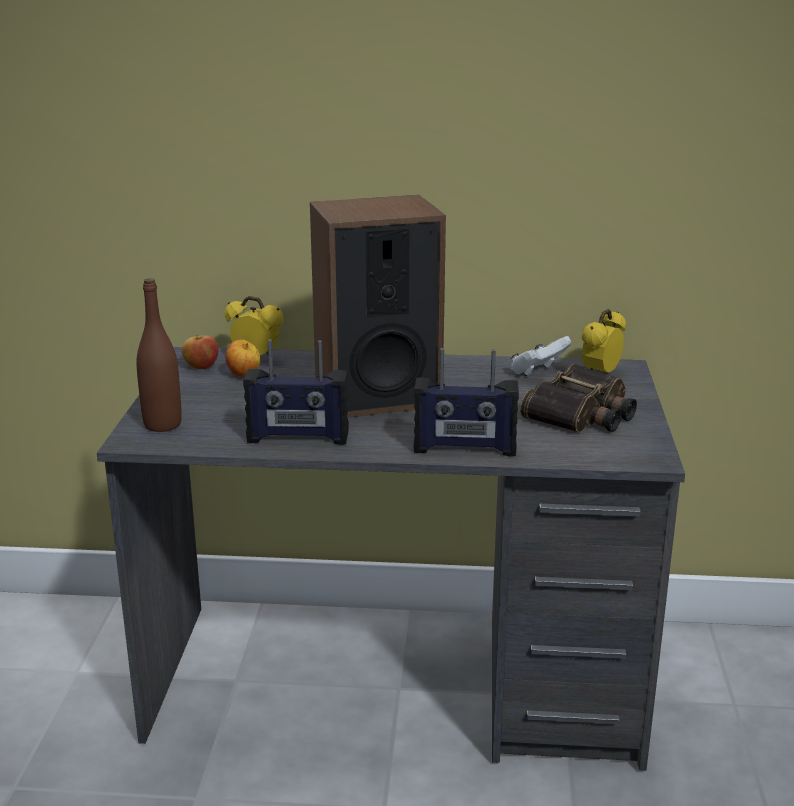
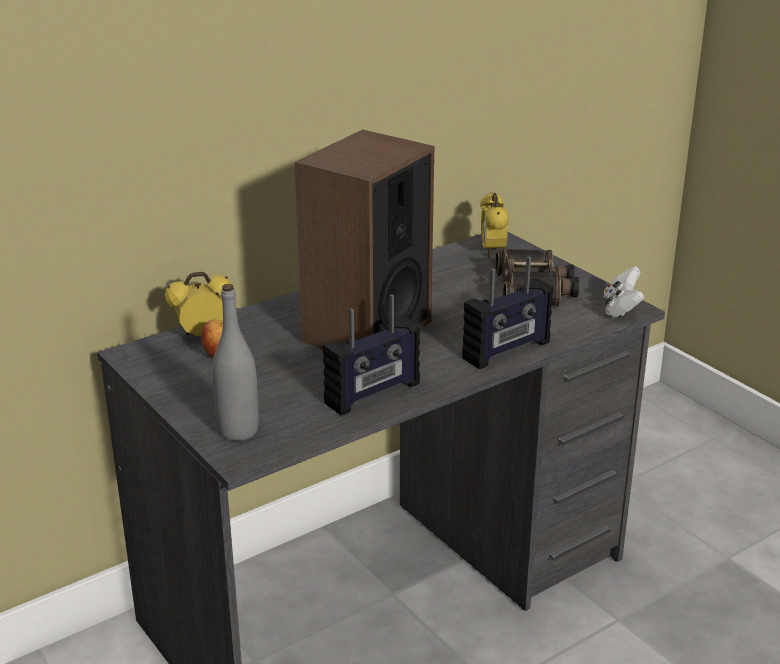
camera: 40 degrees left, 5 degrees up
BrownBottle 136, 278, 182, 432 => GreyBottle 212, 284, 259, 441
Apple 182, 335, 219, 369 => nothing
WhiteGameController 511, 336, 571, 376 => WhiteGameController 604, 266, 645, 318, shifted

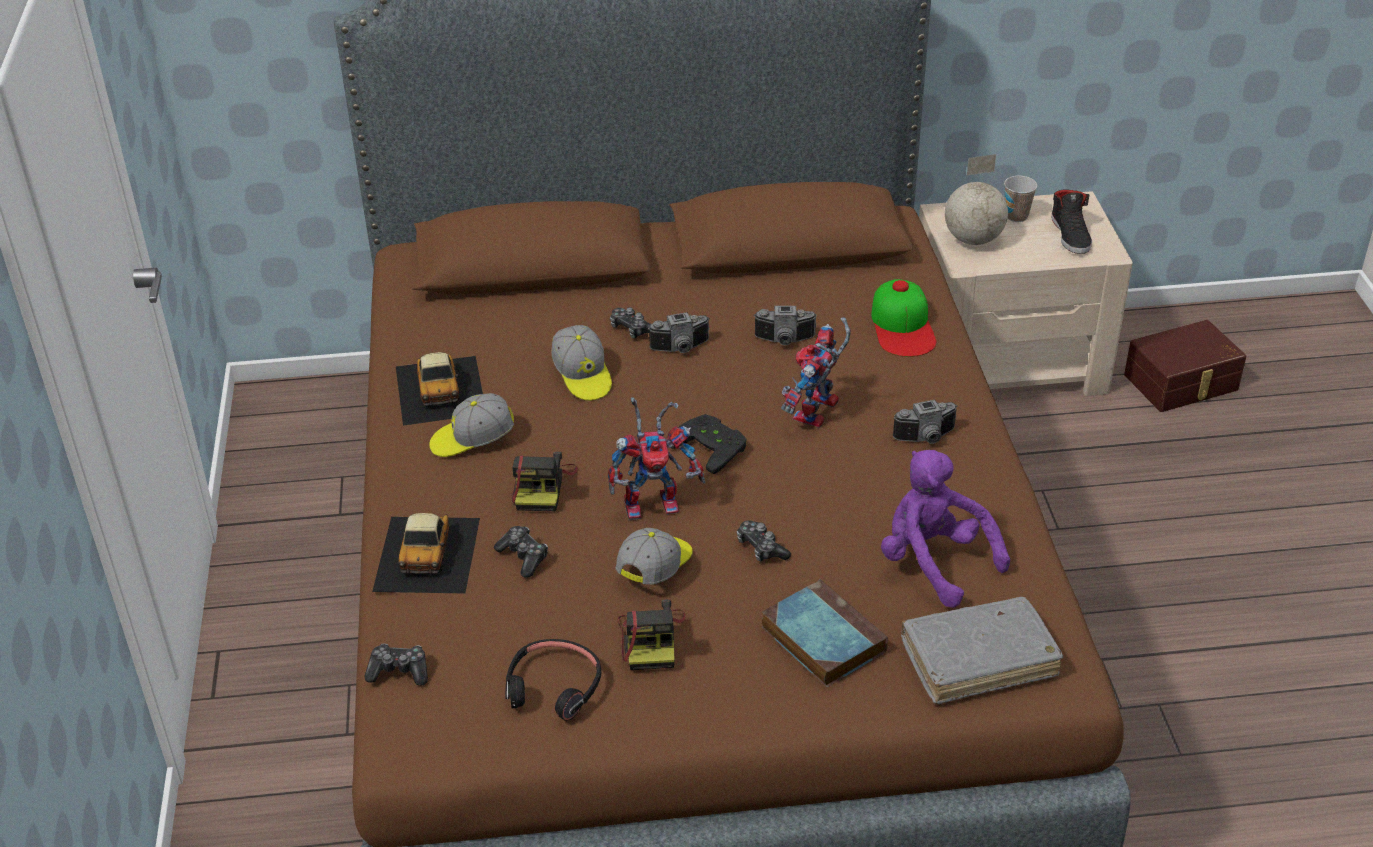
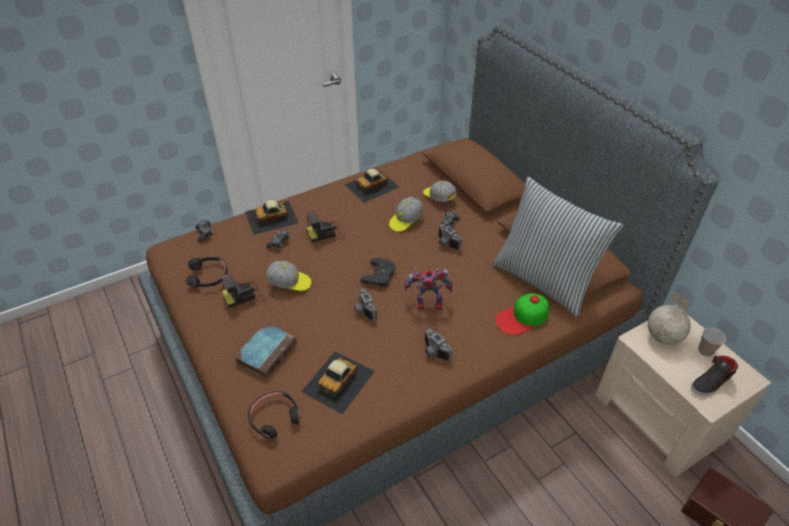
camera: 65 degrees right, 5 degrees up
Cap 430, 393, 514, 457 => Cap 423, 181, 457, 202, shifted
ToyRobot 608, 397, 705, 520 => nothing
GameController 736, 520, 791, 561 => nothing
PhotoCamera 754, 306, 817, 345 => PhotoCamera 354, 288, 377, 321, shifted
PurplePlushToy 881, 450, 1010, 608 => ToyCar 301, 351, 375, 414
GreyBook 901, 597, 1063, 704 => BlackHeadphones 248, 391, 301, 440
nothing => Pillow 493, 177, 623, 317

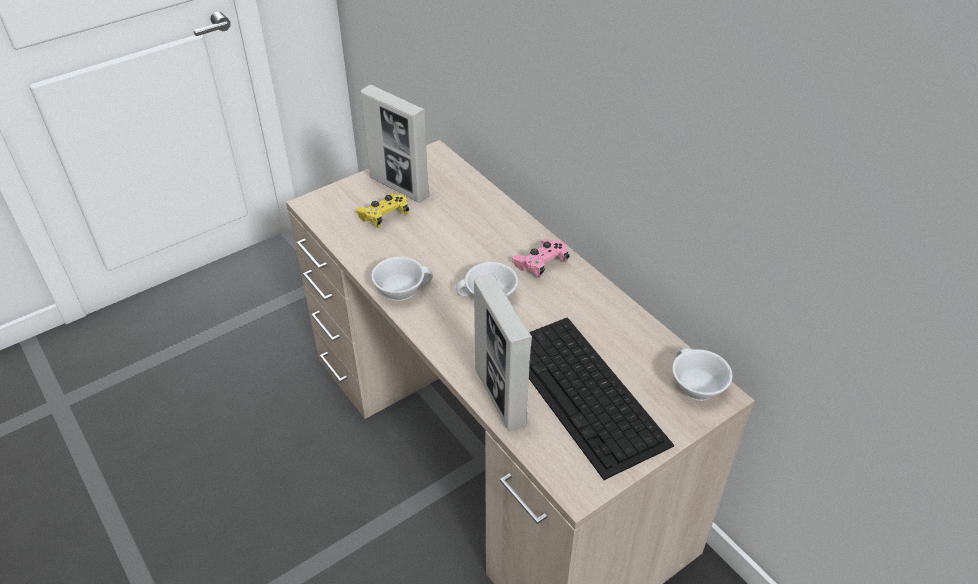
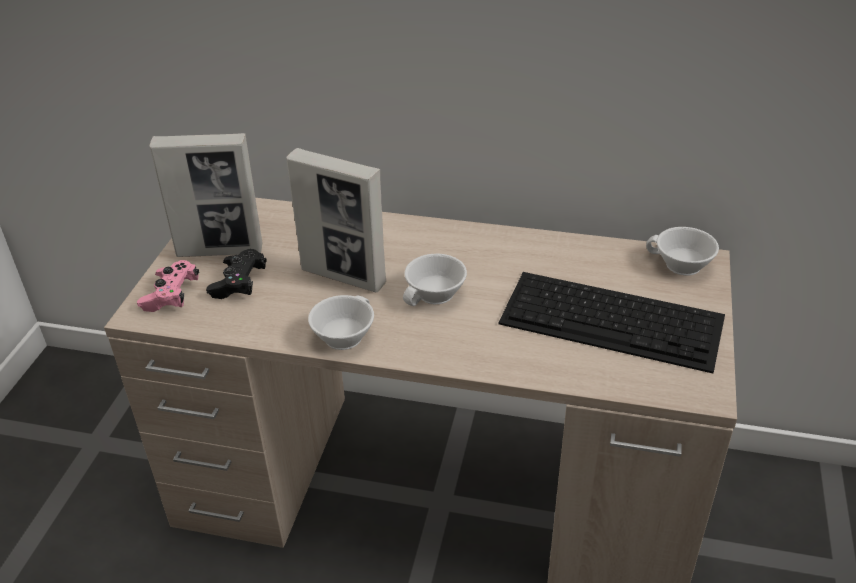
camera: 40 degrees left, 5 degrees down
YellowGameController 356, 193, 409, 228 => BlackGameController 206, 249, 266, 299
PictureFrame 474, 274, 532, 431 => PictureFrame 286, 148, 386, 293, shifted
PinkGameController 512, 239, 570, 278 => PinkGameController 137, 260, 199, 312, shifted

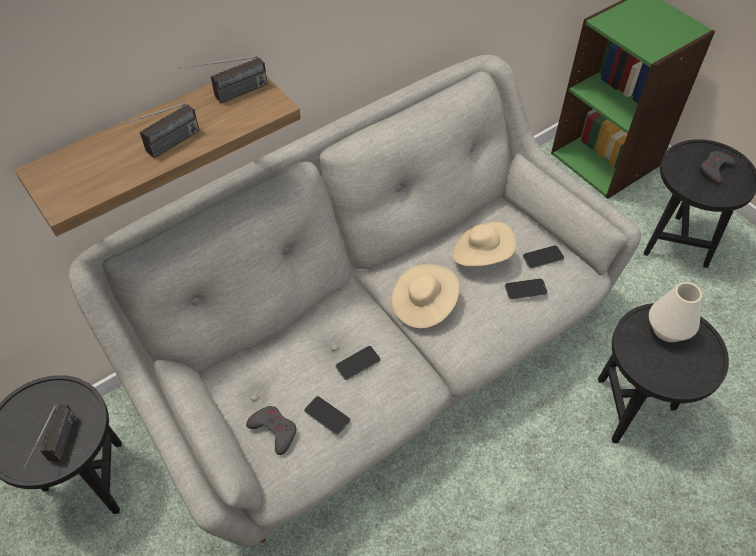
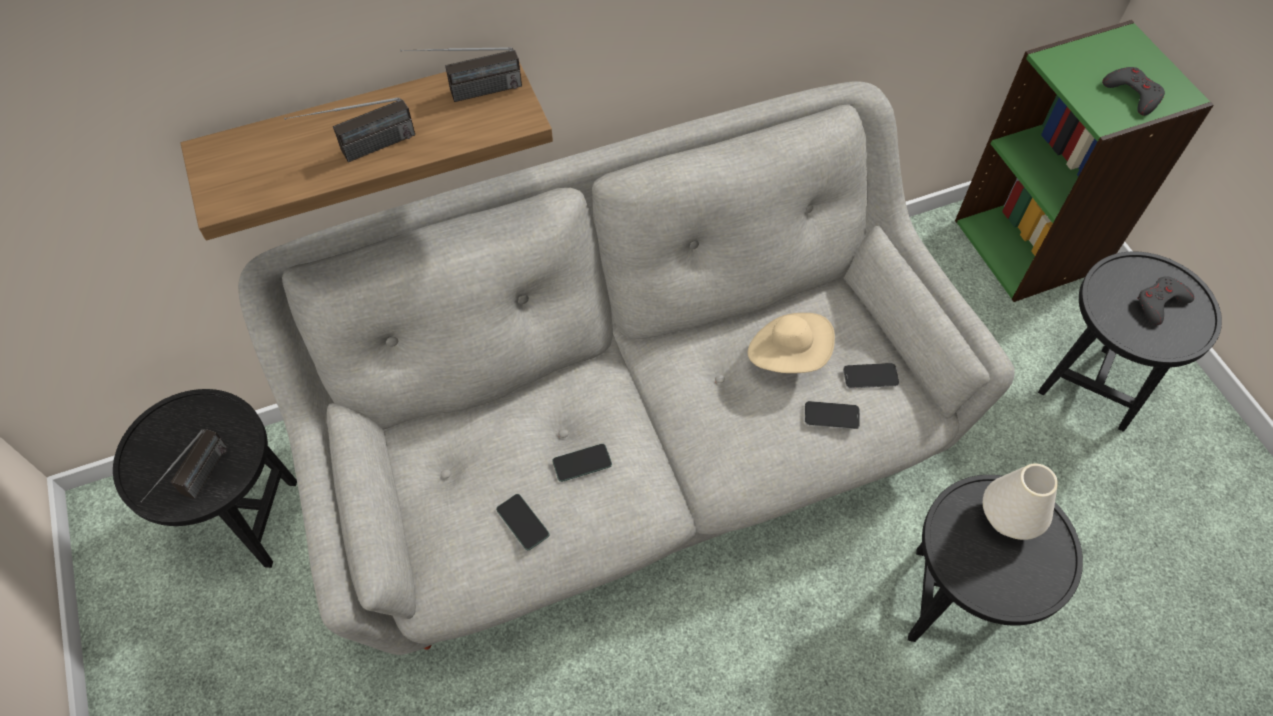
camera: 15 degrees right, 5 degrees up
GreyGameController 246, 406, 296, 455 => GreyGameController 1102, 67, 1165, 116, shifted
BeigeHat 391, 264, 460, 328 => nothing

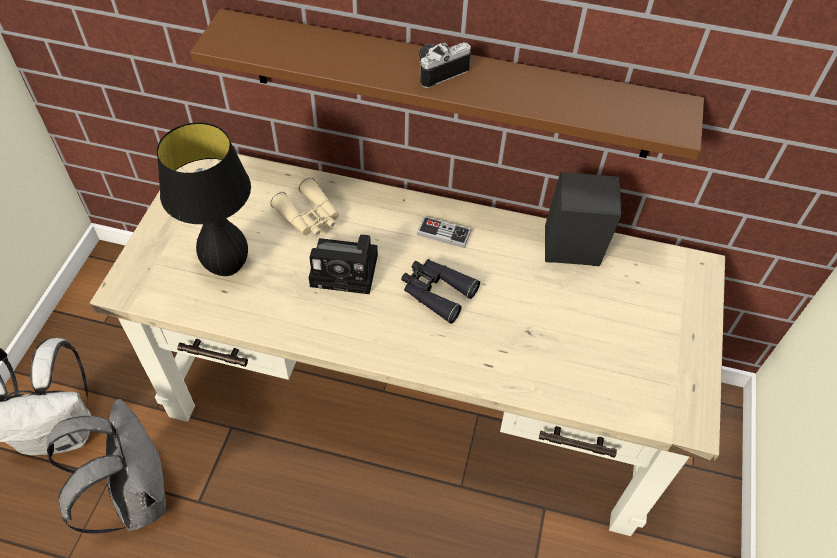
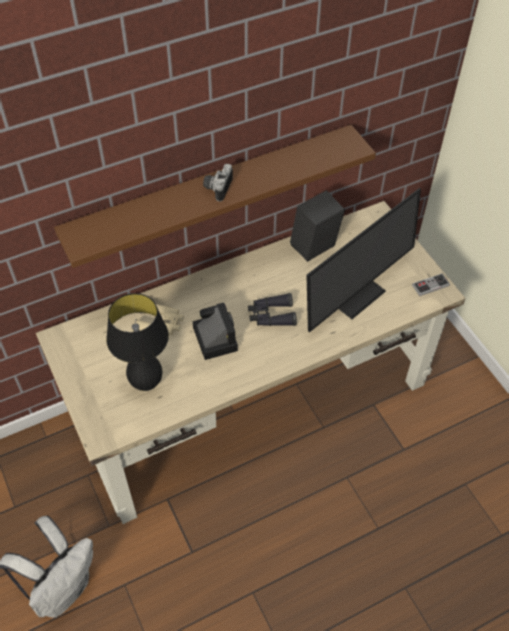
camera: 40 degrees left, 0 degrees up
GreyBackpack 47, 399, 166, 534 => nothing
PhotoCamera 309, 234, 378, 294 => PhotoCamera 193, 302, 238, 360, 75 degrees counterclockwise
GameController 417, 216, 471, 248 => GameController 412, 274, 450, 296, shifted
nothing => Monitor 306, 188, 421, 333

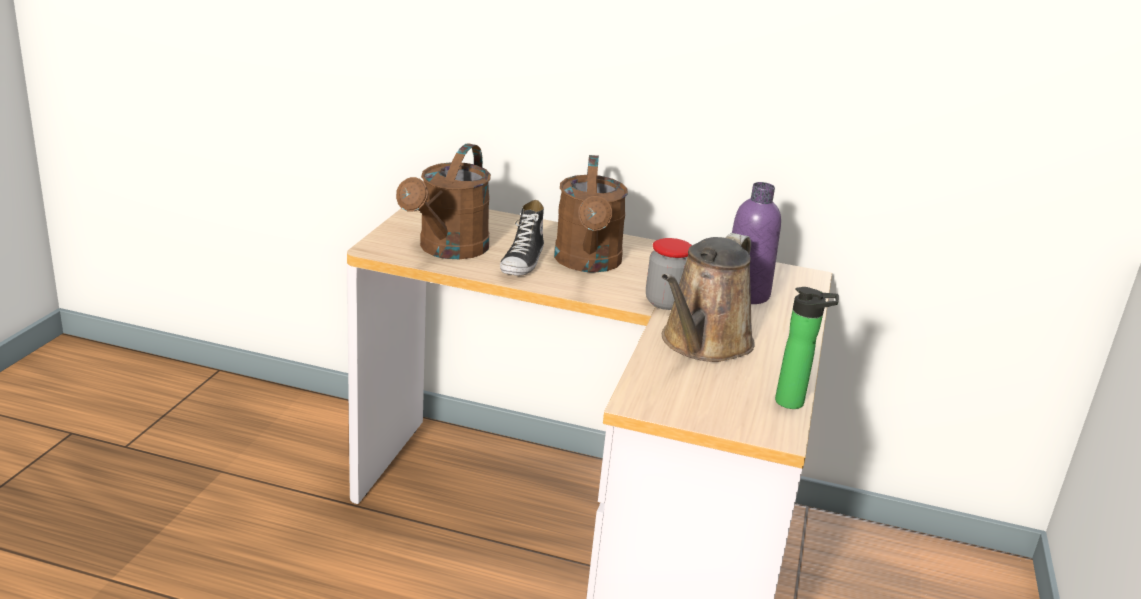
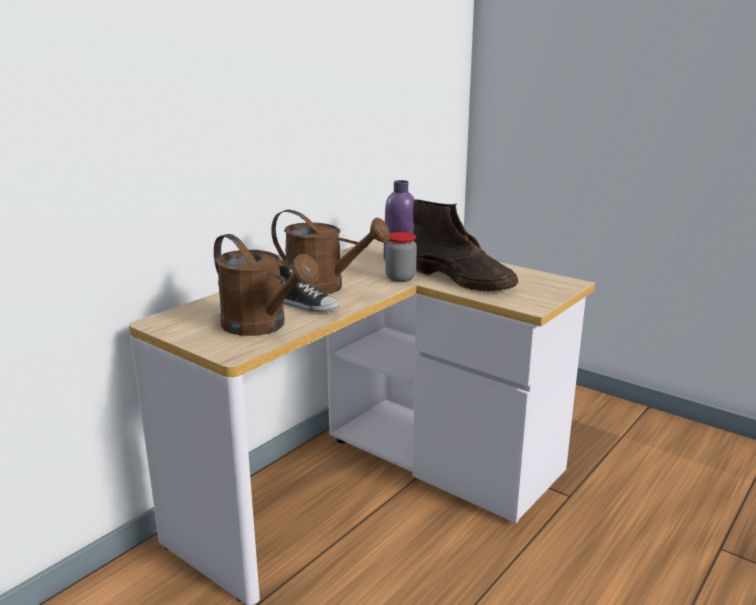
camera: 65 degrees left, 5 degrees down
BrownWateringCan 661, 233, 755, 362 => BrownBoot 413, 199, 518, 292
Bottle 775, 287, 839, 409 => nothing

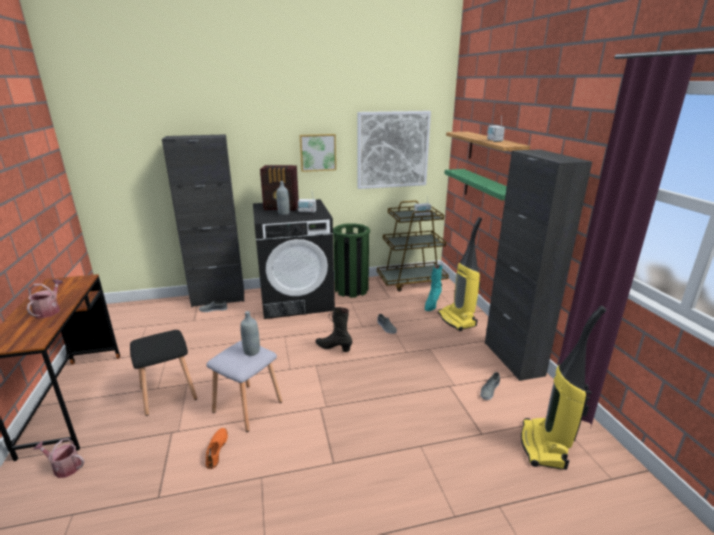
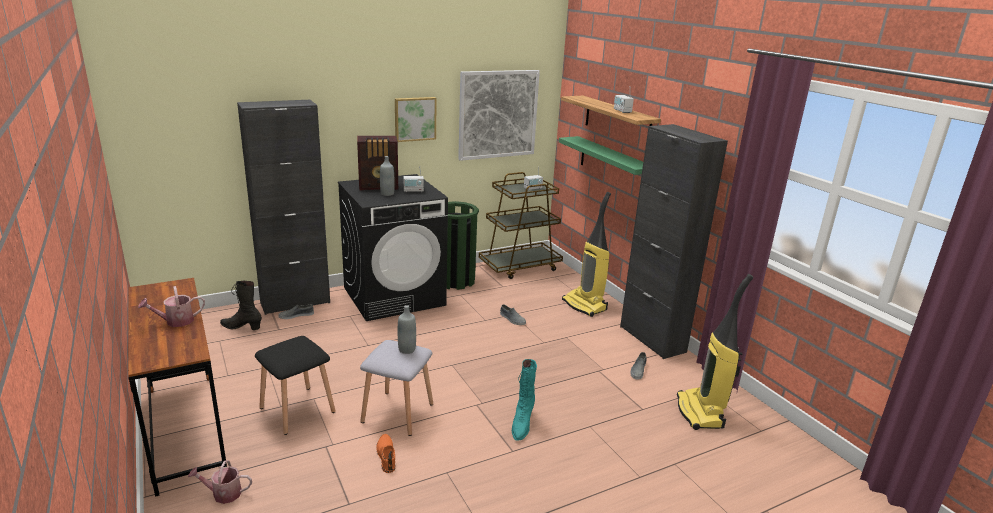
camera: 15 degrees left, 0 degrees up
WateringCan 27, 279, 63, 318 => WateringCan 138, 286, 205, 327, 105 degrees counterclockwise
BlackBoot 315, 307, 352, 352 => BlackBoot 220, 281, 262, 330, shifted
TurquoiseBoot 425, 264, 442, 311 => TurquoiseBoot 512, 359, 537, 441, shifted

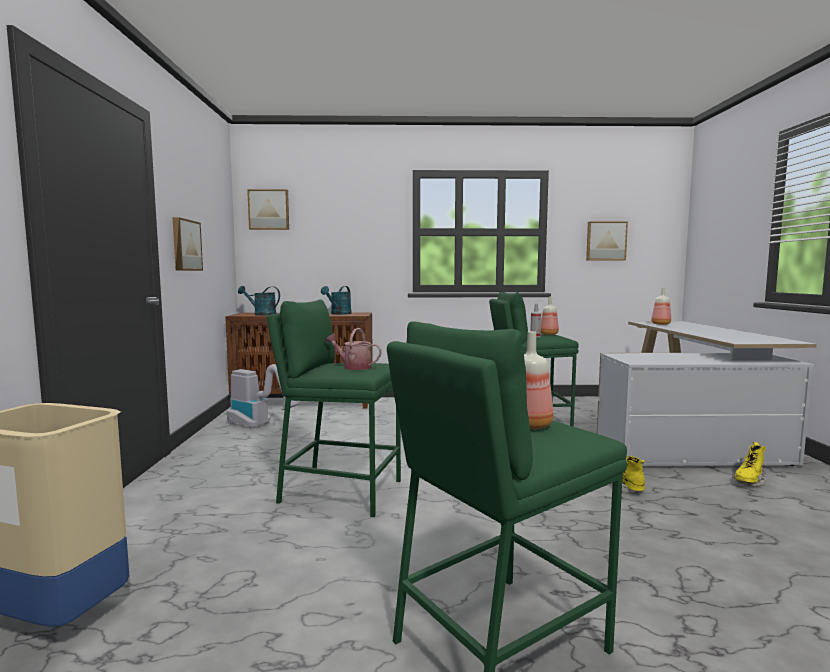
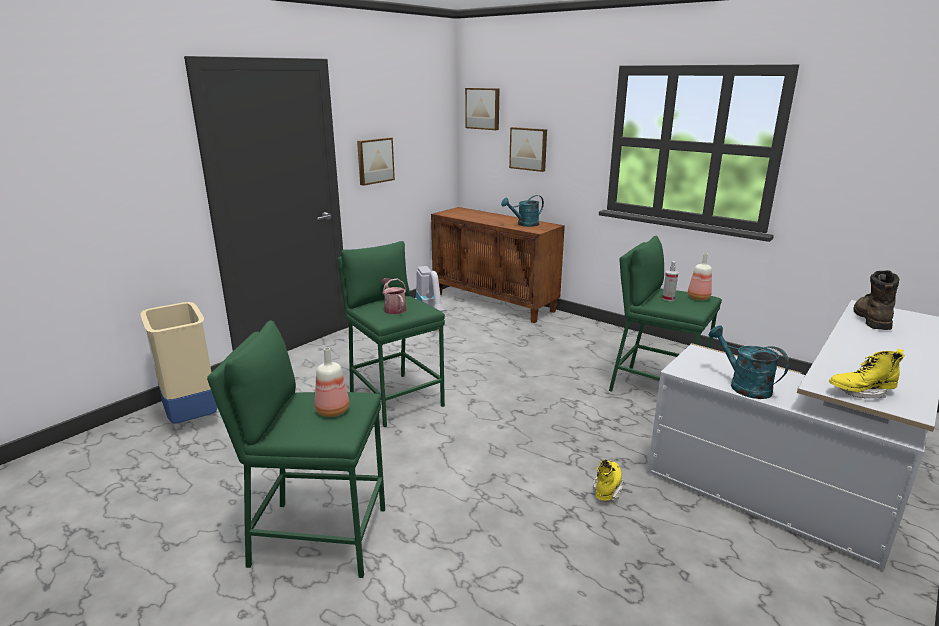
camera: 40 degrees right, 15 degrees up
TurquoiseWateringCan 238, 286, 280, 316 => TurquoiseWateringCan 708, 326, 789, 399, shifted
Picture 586, 221, 628, 260 => Picture 509, 127, 547, 172, shifted
Bottle 651, 287, 671, 325 => BrownBoot 853, 270, 899, 330
YellowBoot 732, 442, 766, 486 => YellowBoot 829, 349, 905, 399, shifted

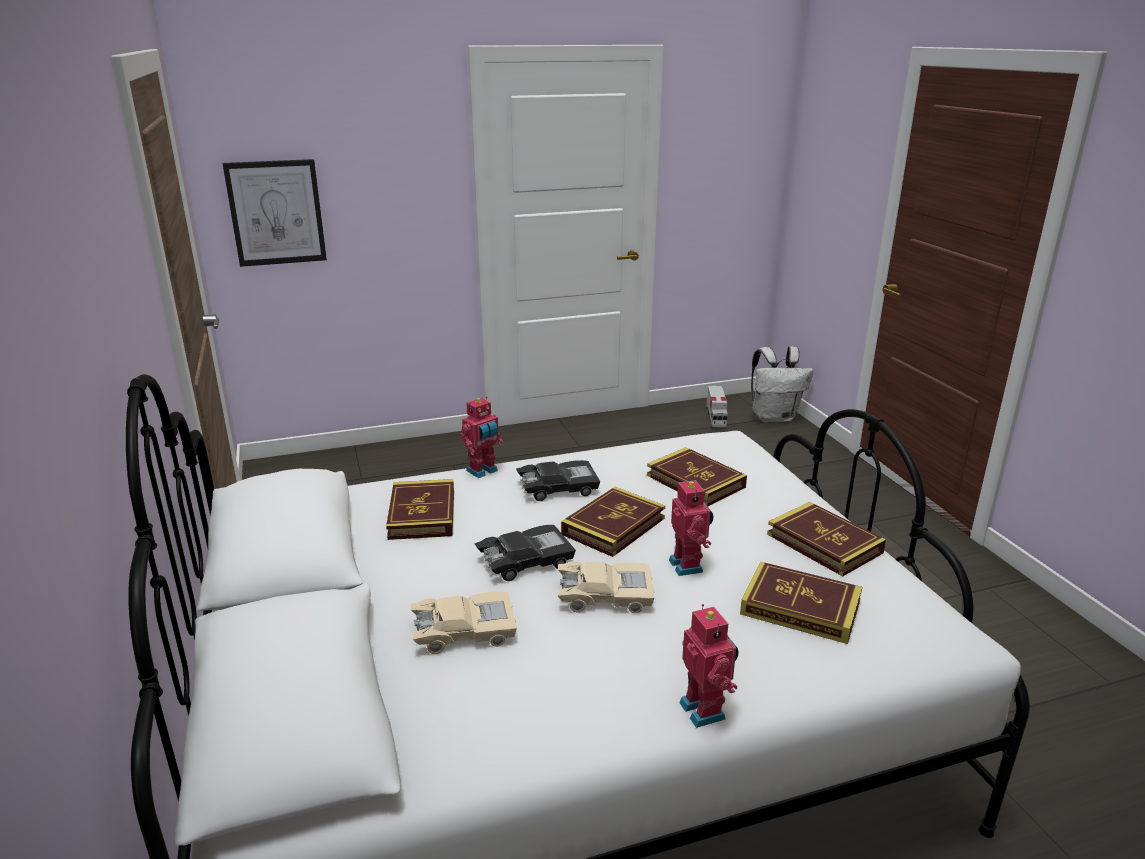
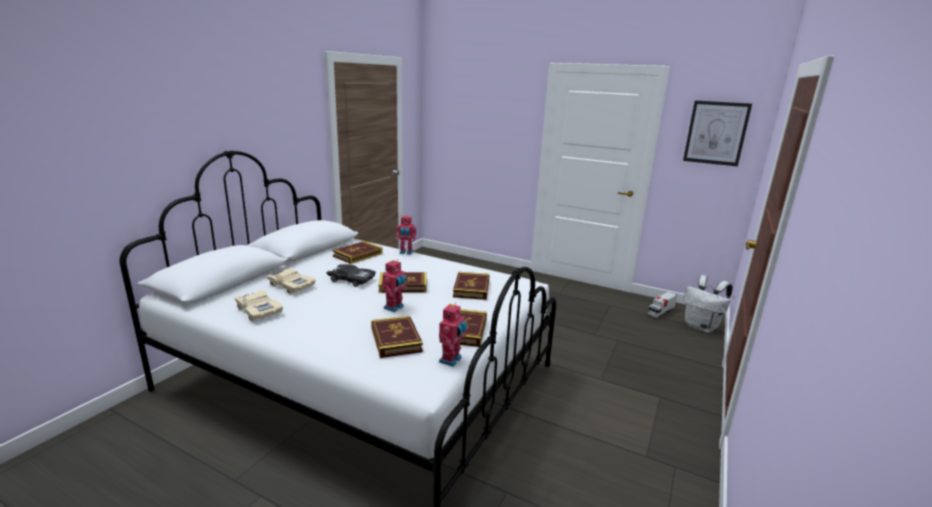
camera: 45 degrees right, 5 degrees down
Picture 223, 159, 327, 267 => Picture 683, 101, 752, 166, shifted
BlackToyCar 516, 460, 600, 501 => nothing
BeigeToyCar 557, 561, 655, 613 => BeigeToyCar 234, 290, 283, 321, shifted
ToyRobot 679, 604, 739, 728 => ToyRobot 439, 302, 467, 367, shifted

